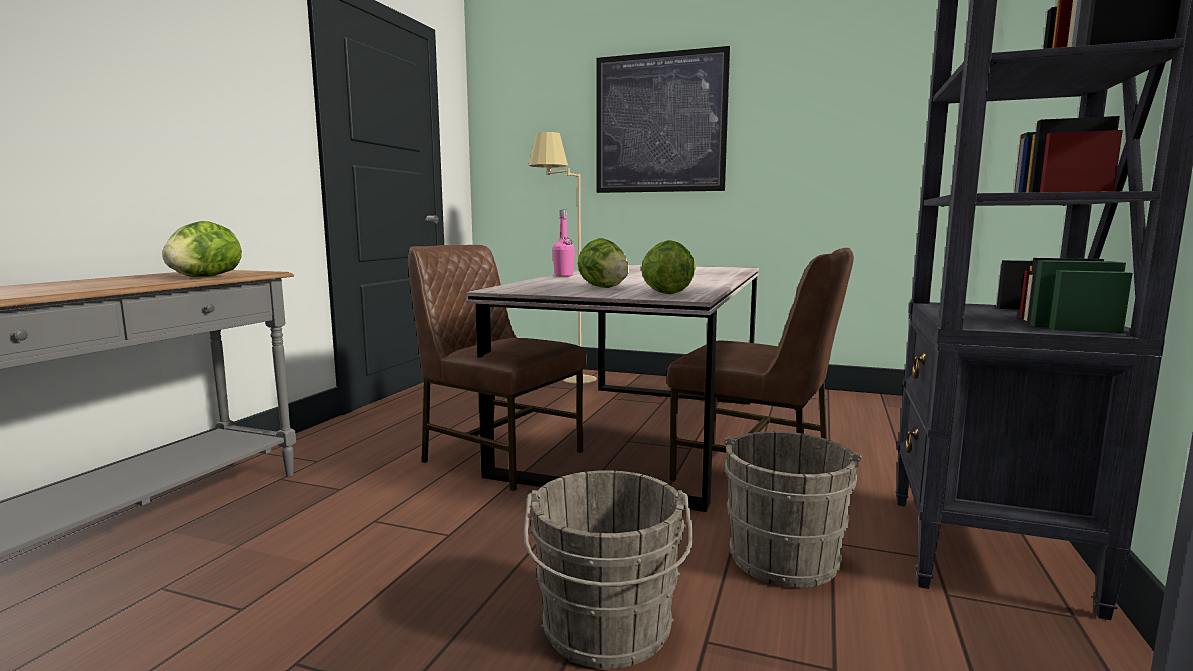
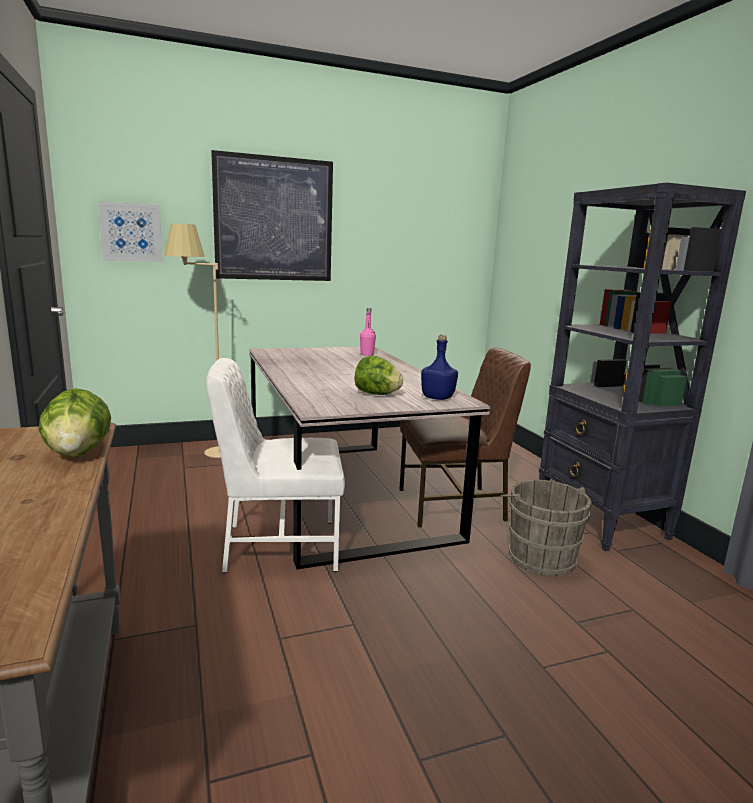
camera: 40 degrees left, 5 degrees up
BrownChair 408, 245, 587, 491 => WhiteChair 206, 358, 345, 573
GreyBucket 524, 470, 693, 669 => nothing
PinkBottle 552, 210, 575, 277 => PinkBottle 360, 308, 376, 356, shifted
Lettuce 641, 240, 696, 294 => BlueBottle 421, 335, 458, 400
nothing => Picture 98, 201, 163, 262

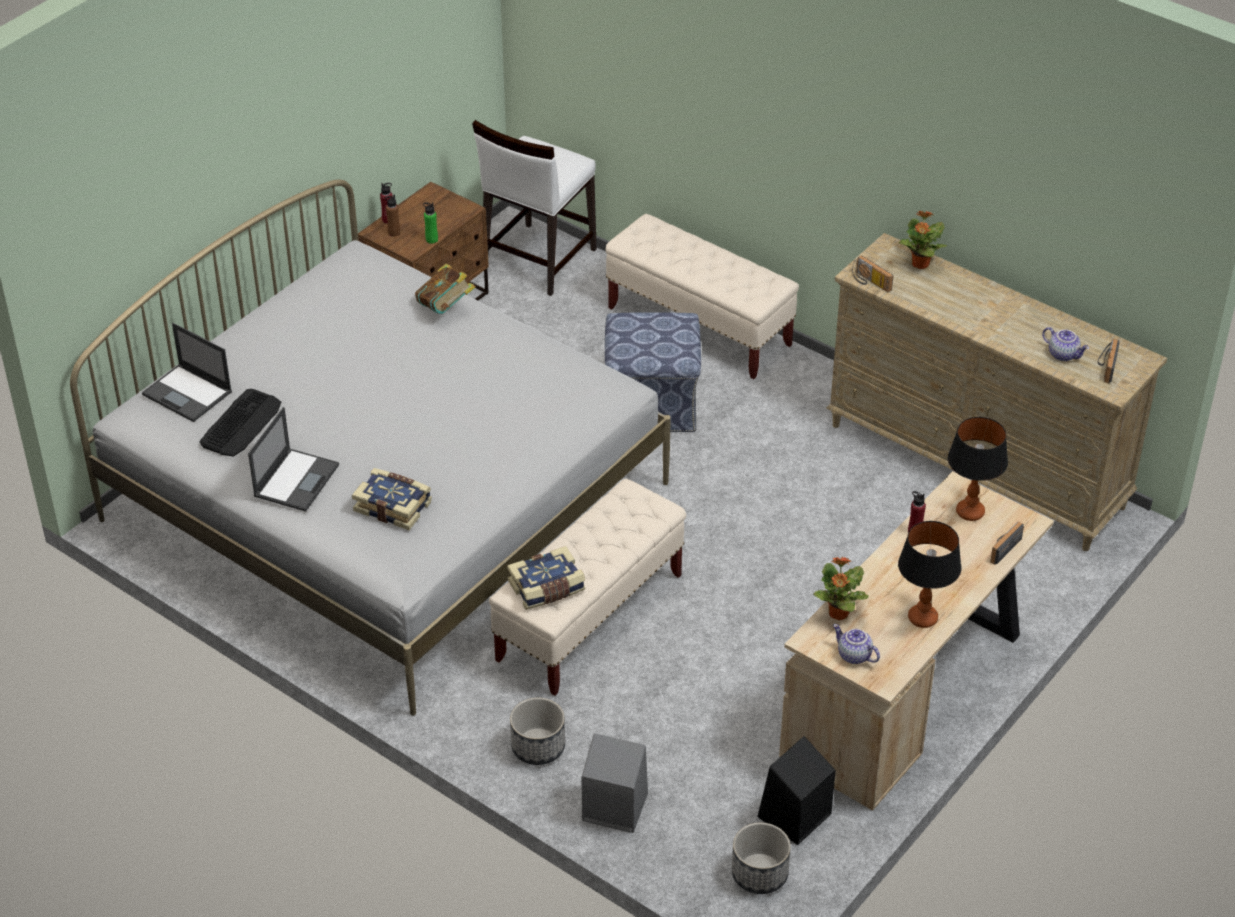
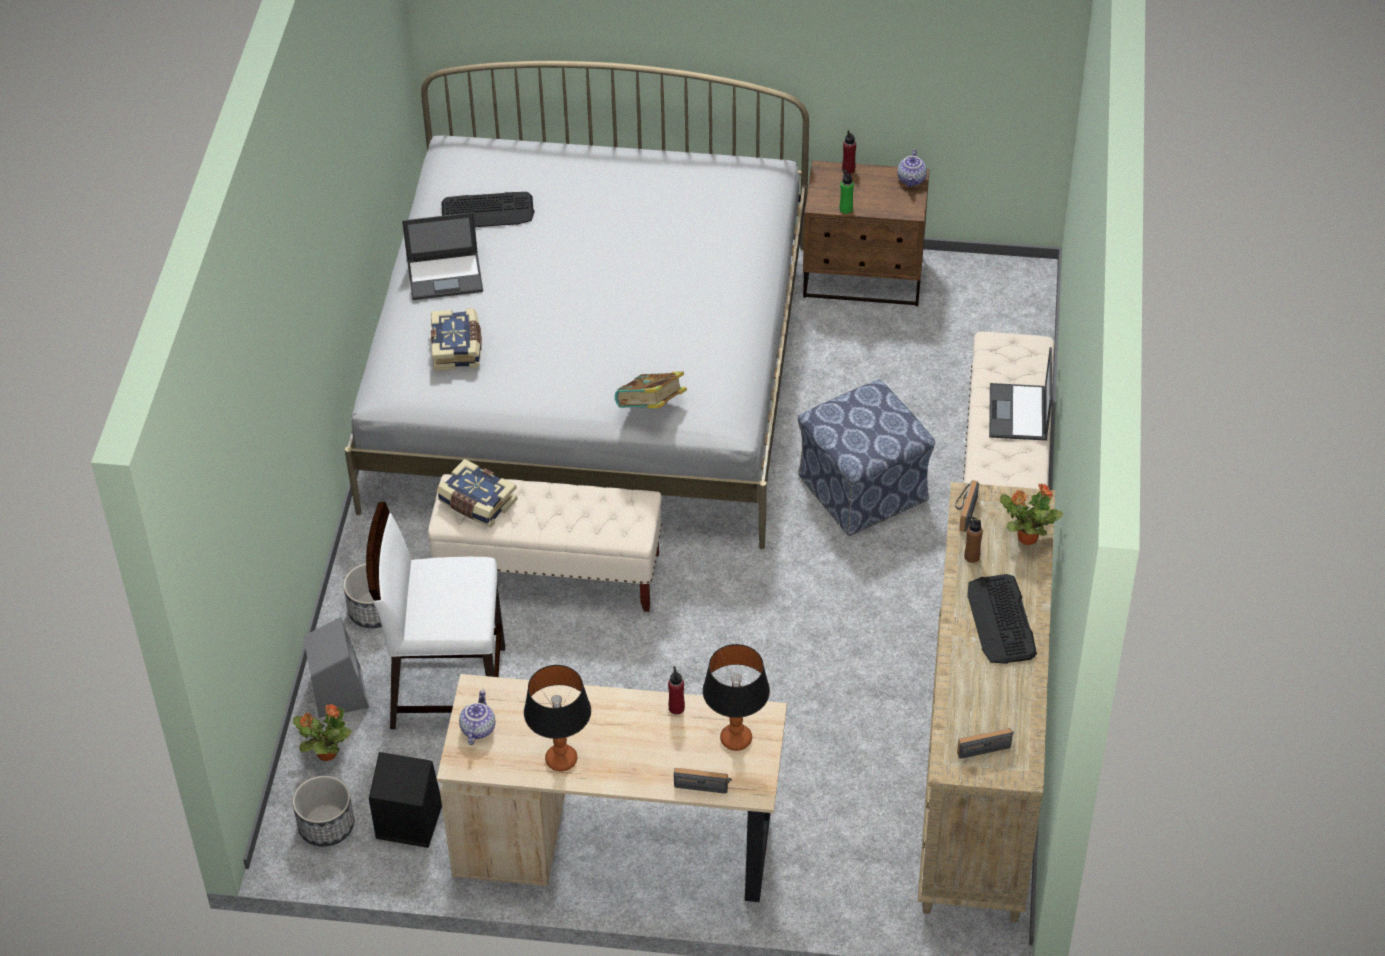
camera: 60 degrees right, 5 degrees up
Laptop 142, 323, 232, 422 => Laptop 989, 347, 1052, 441, shifted
BrownBottle 385, 195, 400, 236 => BrownBottle 964, 516, 983, 563, shifted
Book 415, 264, 475, 314 => Book 615, 371, 687, 409, shifted
WhiteChair 472, 120, 597, 296 => WhiteChair 366, 502, 505, 729, shifted
PottedPlant 813, 557, 869, 620 => PottedPlant 293, 704, 352, 761, shifted
Teapot 1042, 327, 1089, 361 => Teapot 897, 149, 927, 187, shifted
nothing => Keyboard 967, 574, 1037, 664

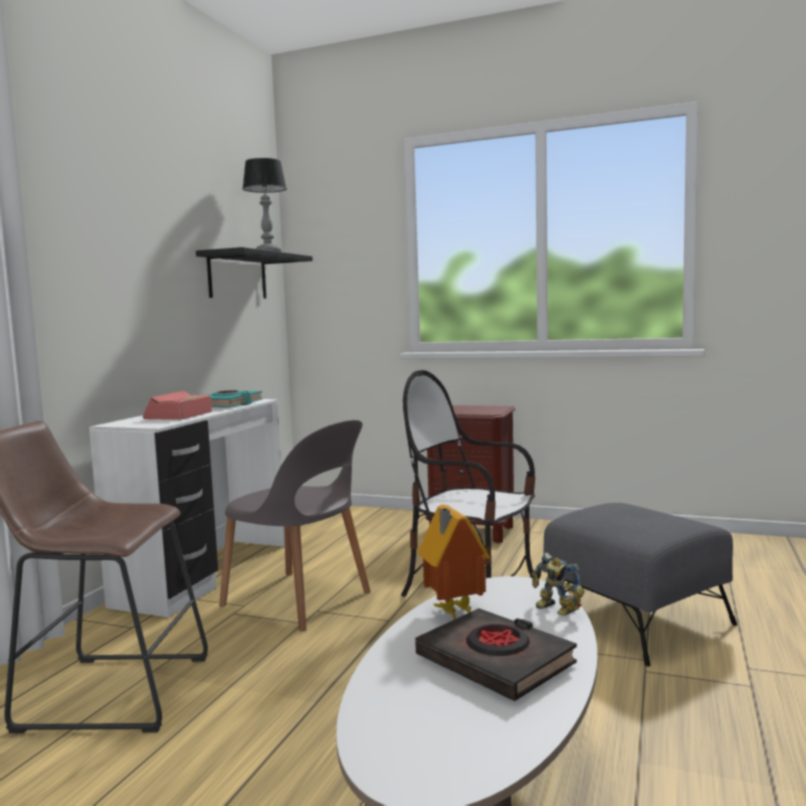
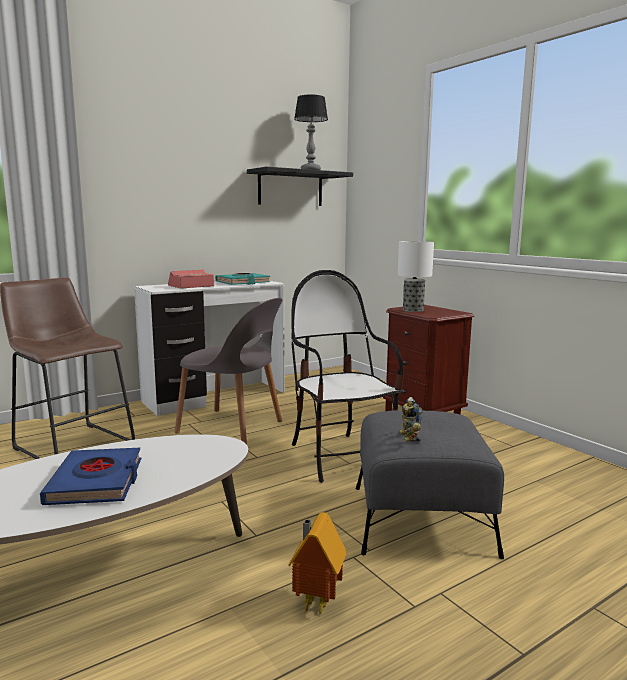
camera: 35 degrees right, 5 degrees up
GreyChair 219, 420, 371, 631 => GreyChair 175, 298, 282, 444, 45 degrees counterclockwise
BlackBook 415, 608, 577, 701 => BlueBook 40, 448, 142, 505
ToyHouse 418, 504, 490, 620 => ToyHouse 288, 512, 347, 614, shifted
ToyRobot 532, 553, 585, 616 => ToyRobot 398, 397, 423, 442, shifted
nothing => TableLamp 398, 241, 434, 312

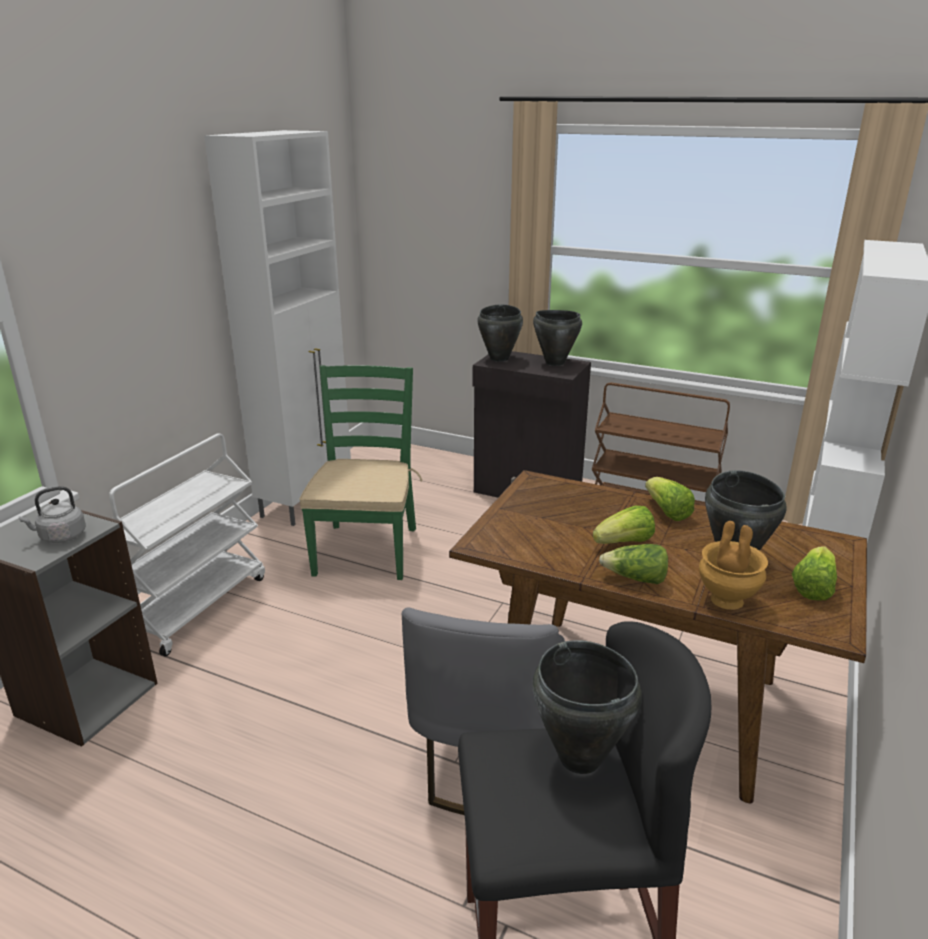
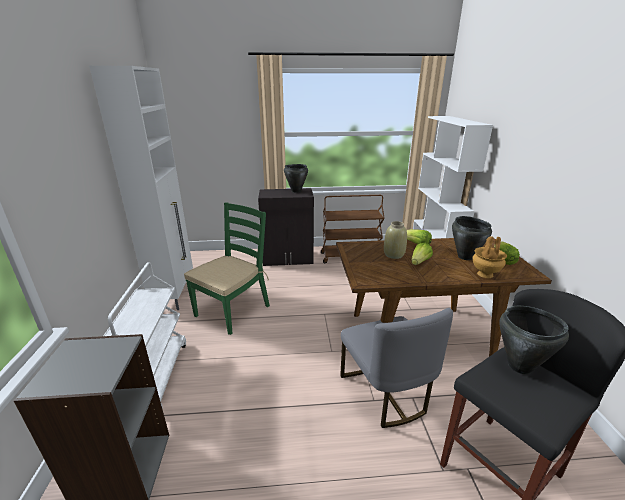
camera: 30 degrees left, 0 degrees up
GreyKettle 19, 486, 86, 543 => nothing
GreenChair 299, 365, 423, 580 => GreenChair 184, 202, 270, 335, 60 degrees clockwise
BlackCookingPot 477, 304, 523, 362 => nothing
Lettuce 599, 544, 668, 584 => nothing
nothing => BeigeVase 384, 221, 407, 259

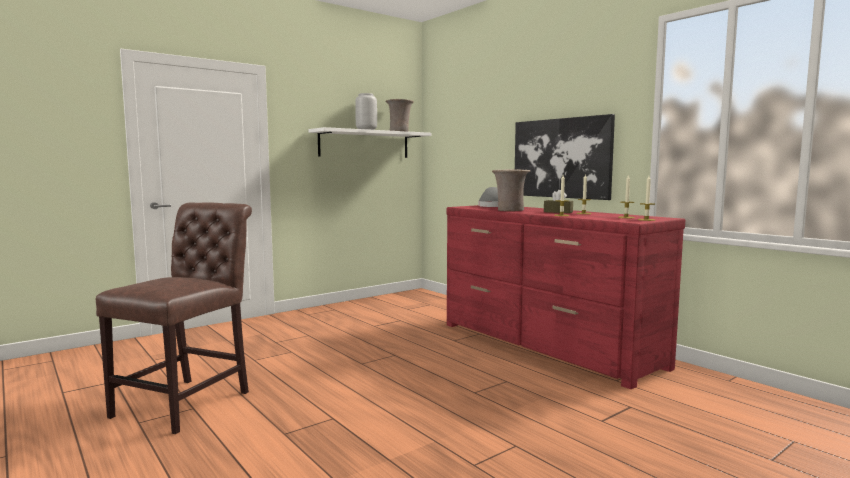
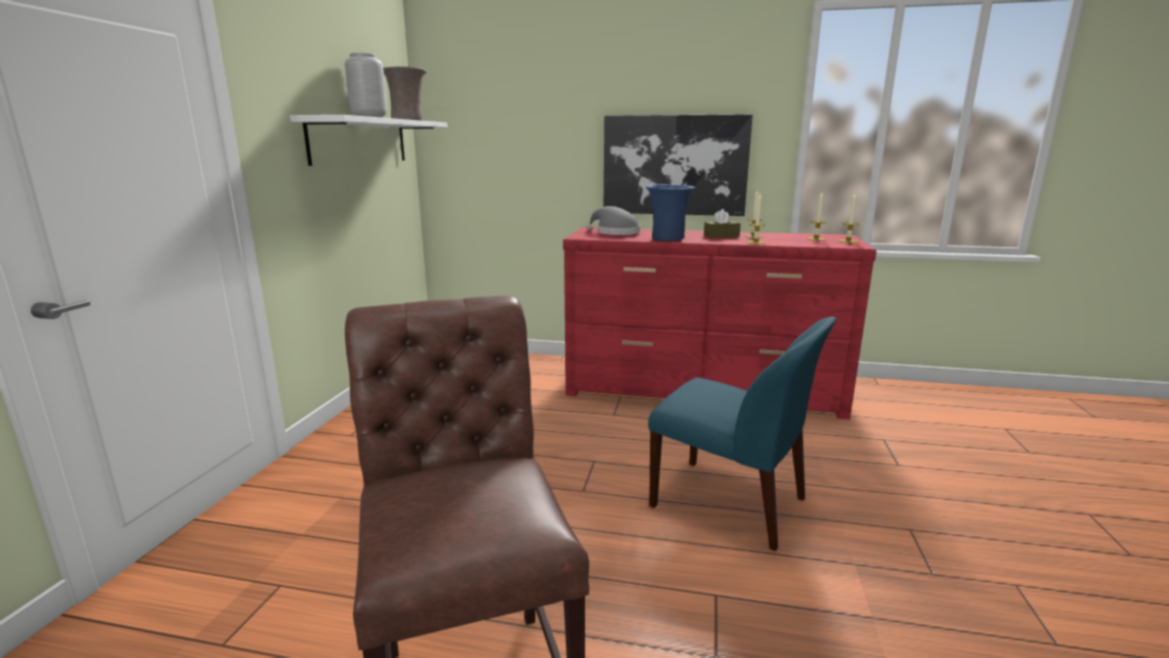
camera: 40 degrees left, 10 degrees up
BeigeVase 492, 169, 530, 211 => BlueVase 646, 184, 695, 241
nothing => BlueChair 648, 317, 837, 551

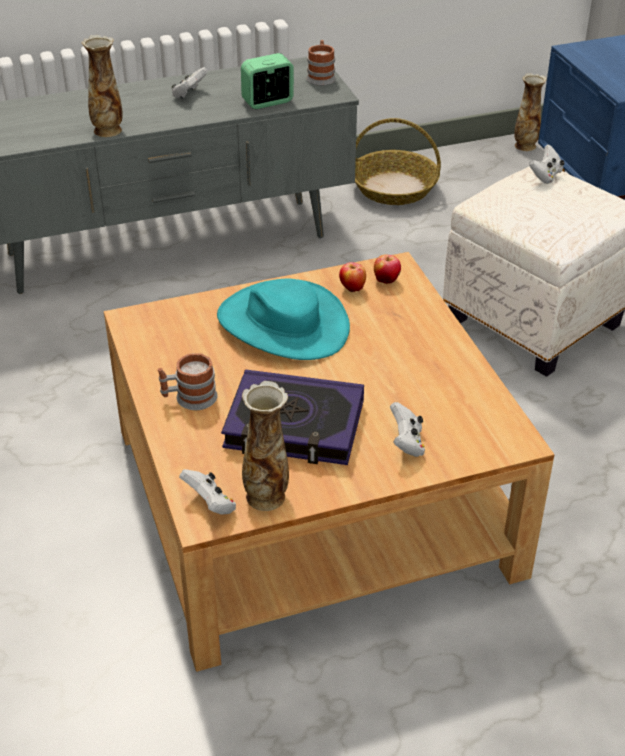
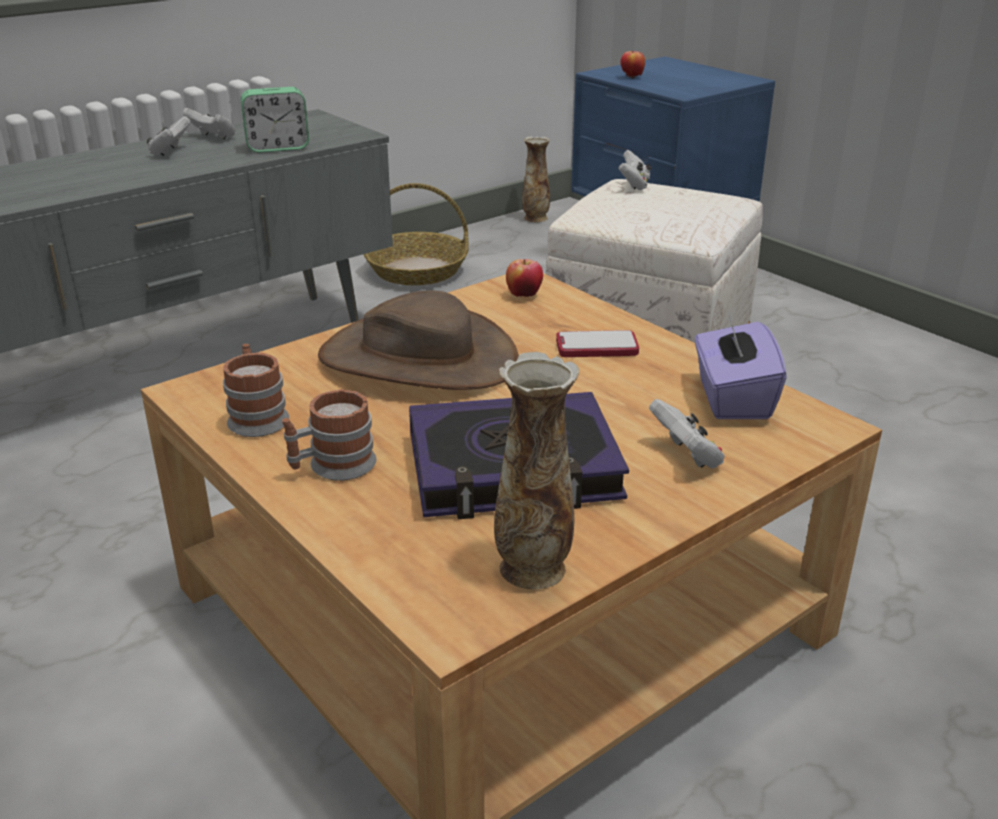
camera: 20 degrees left, 10 degrees down
Vase 82, 35, 123, 137 => nothing
WhiteGameController 179, 469, 236, 515 => WhiteGameController 183, 108, 236, 139, shifted
TurquoiseHat 217, 279, 350, 360 => BrownHat 318, 291, 519, 390
AlarmClock 241, 53, 294, 109 => AlarmClock 241, 87, 309, 153, 150 degrees counterclockwise
Mug 306, 40, 336, 86 => Mug 223, 344, 289, 437, shifted
Apple 339, 262, 366, 293 => Apple 621, 51, 645, 78, shifted
nothing => Phone 556, 330, 639, 357
nothing => PurpleTissueBox 695, 311, 787, 419

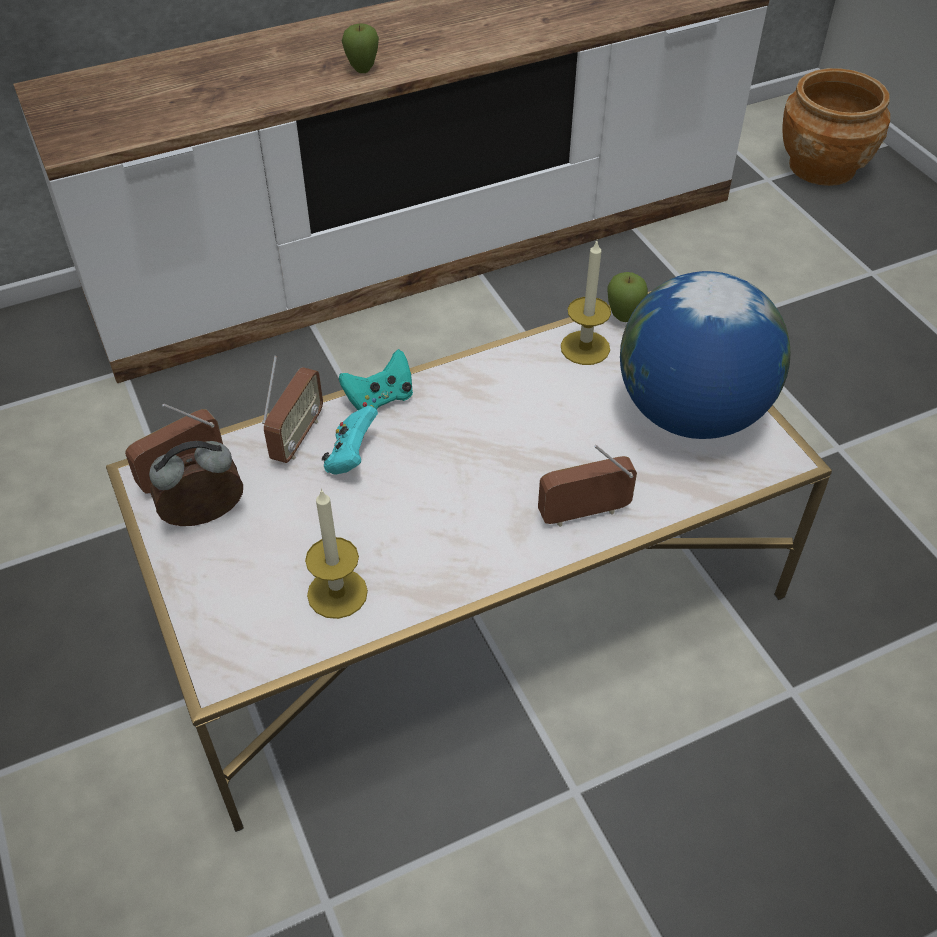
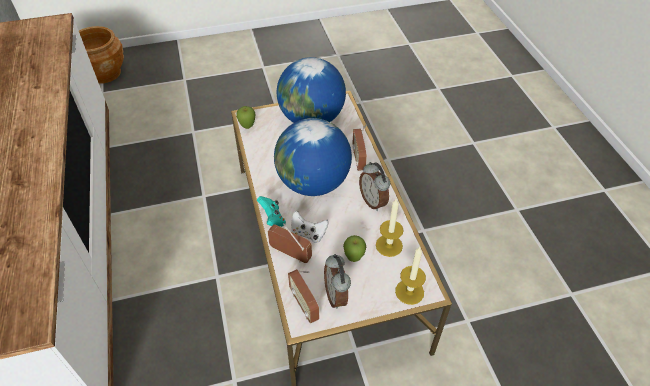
camera: 80 degrees left, 0 degrees up
TurquoiseGameController 322, 406, 378, 475 => WhiteGameController 291, 211, 329, 243
Apple 342, 24, 379, 73 => Apple 343, 235, 366, 262, shifted
Candle 561, 241, 611, 365 => Candle 395, 247, 426, 305, shifted
nothing => Globe 274, 118, 352, 196
nothing => AlarmClock 359, 162, 390, 211

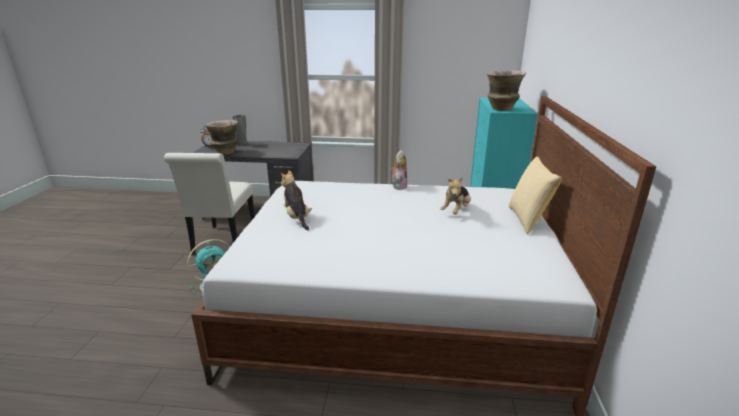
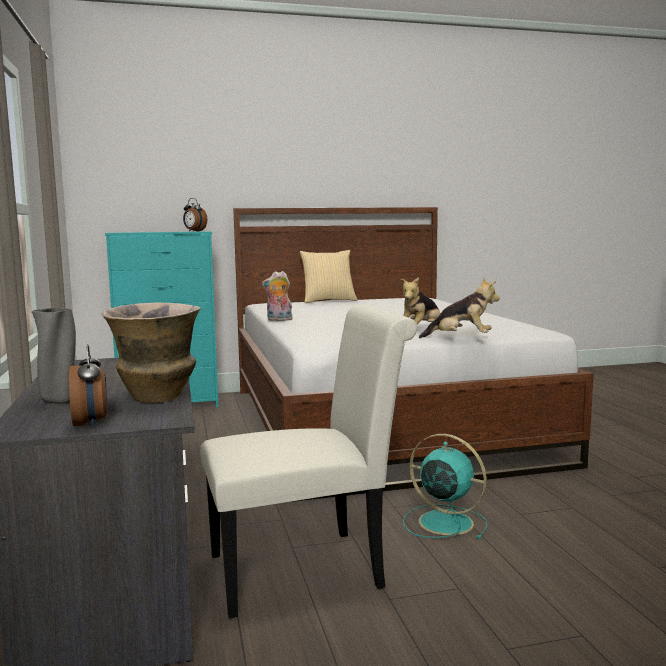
camera: 110 degrees left, 15 degrees down
PlushToy 440, 177, 471, 214 => PlushToy 419, 278, 500, 338, shifted
Vase 486, 70, 526, 111 => AlarmClock 183, 198, 207, 232

